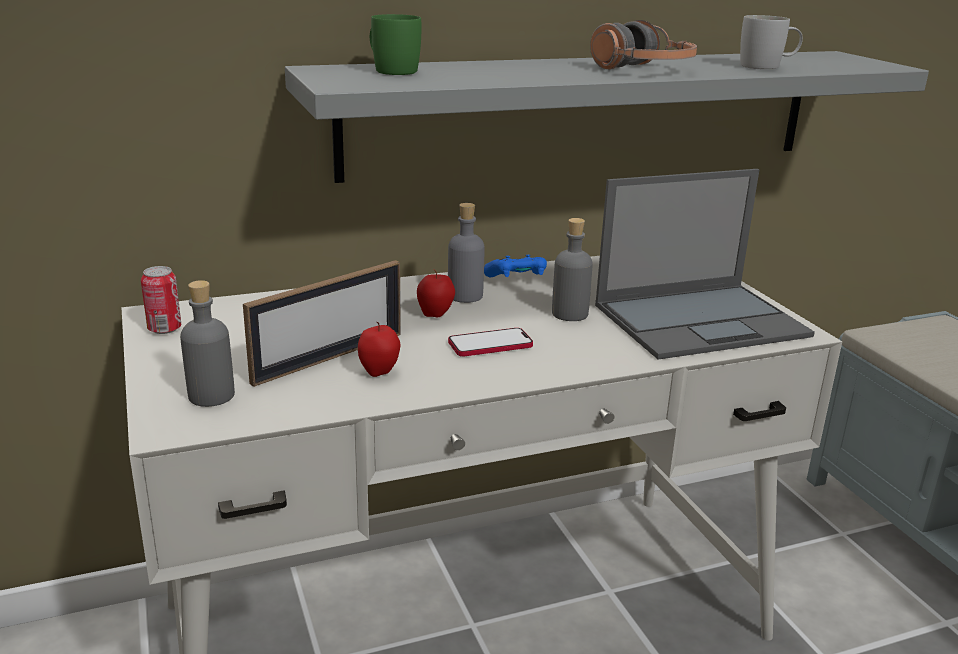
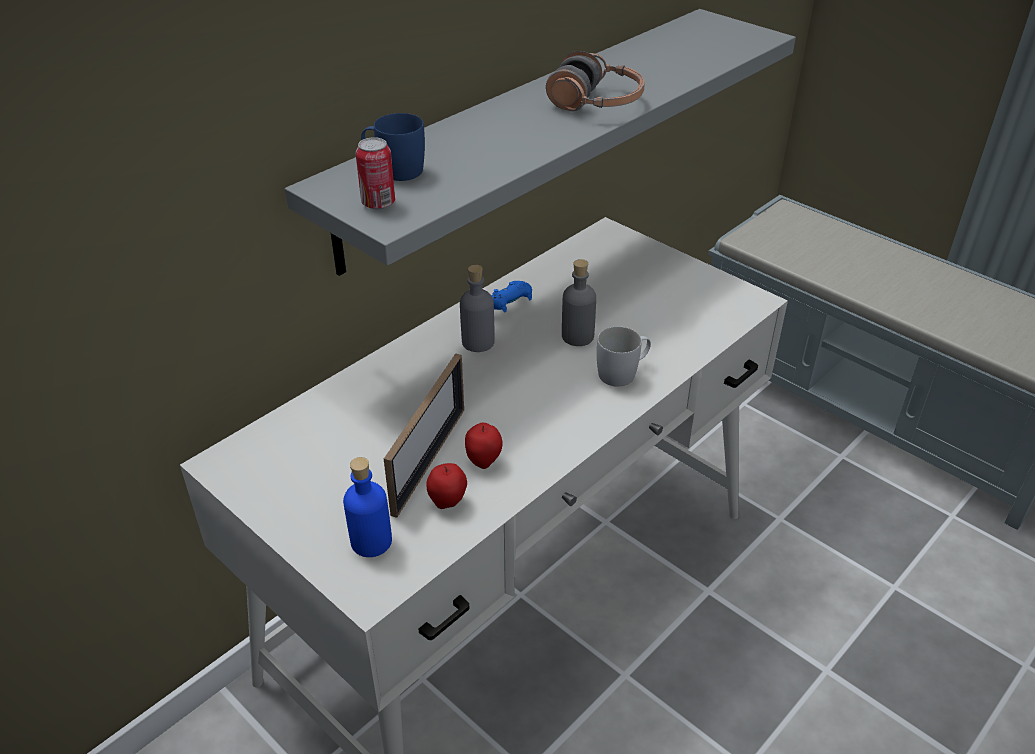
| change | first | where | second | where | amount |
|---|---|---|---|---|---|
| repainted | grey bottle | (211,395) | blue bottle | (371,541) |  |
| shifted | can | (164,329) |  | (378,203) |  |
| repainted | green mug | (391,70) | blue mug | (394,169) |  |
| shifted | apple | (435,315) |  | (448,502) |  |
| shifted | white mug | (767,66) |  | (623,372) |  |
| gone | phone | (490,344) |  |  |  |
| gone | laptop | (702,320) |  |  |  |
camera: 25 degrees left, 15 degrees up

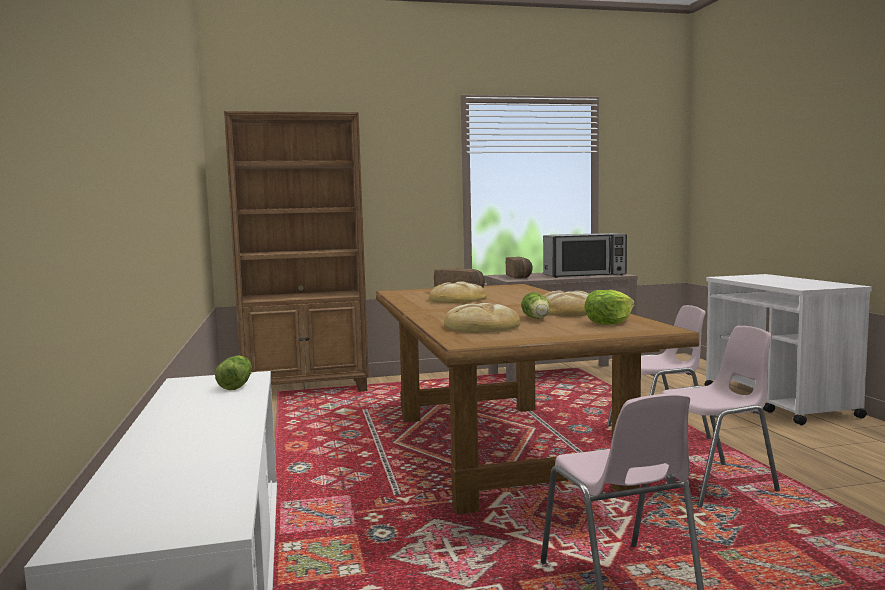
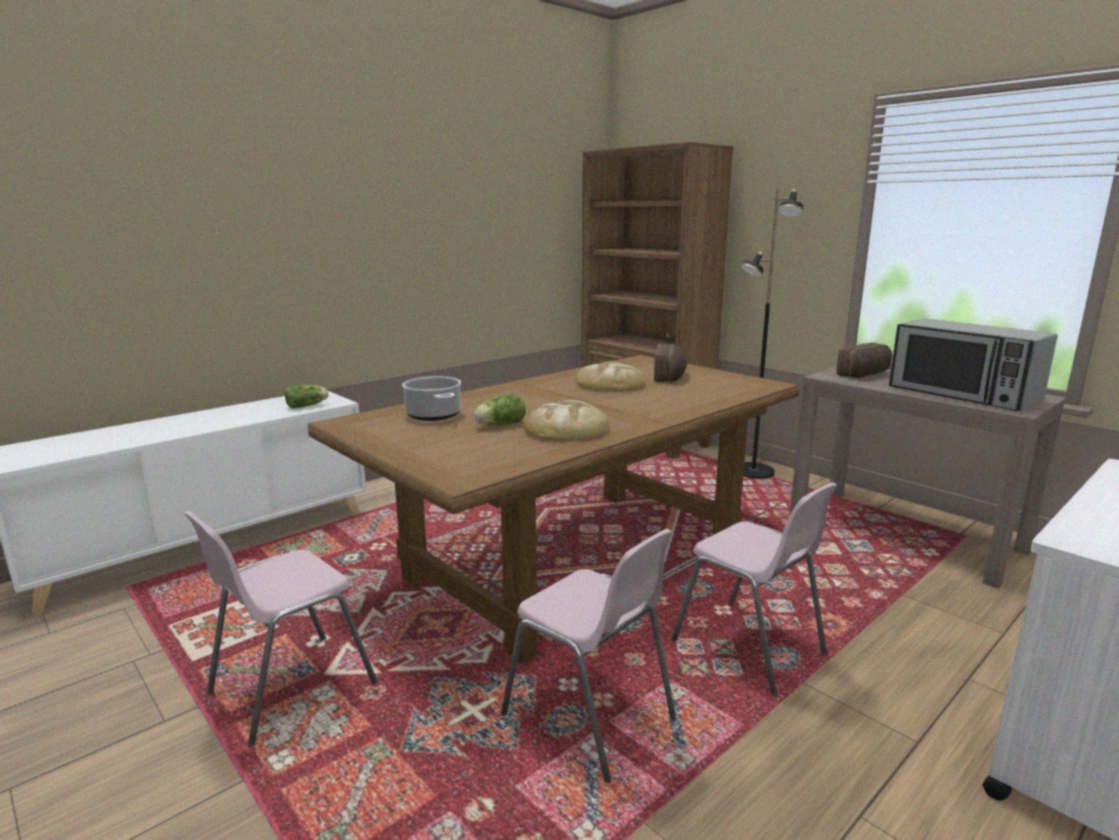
| change | first | where | second | where | amount |
|---|---|---|---|---|---|
| swapped | bread | (481,326) | cooking pot | (433,415) |  |
| new |  |  | black floor lamp | (753,472) |  |
| gone | lettuce | (609,322) |  |  |  |
camera: 60 degrees right, 10 degrees up

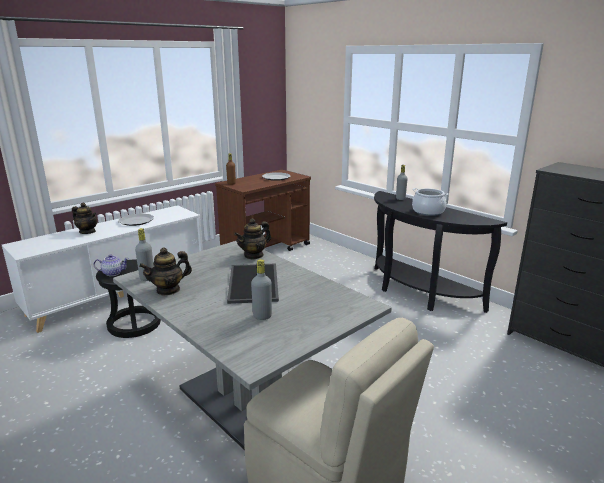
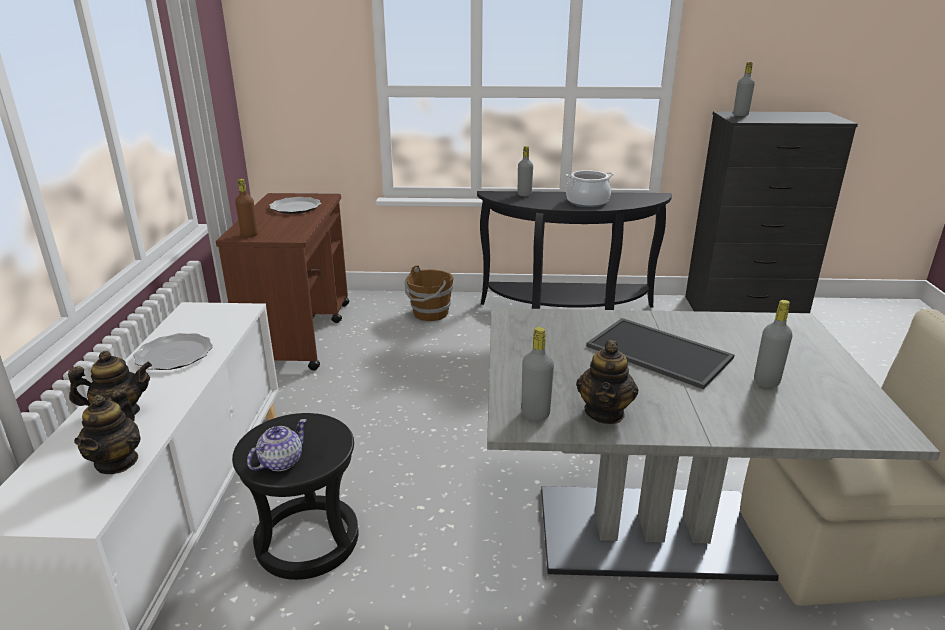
| change | first | where | second | where | amount |
|---|---|---|---|---|---|
| shifted | teapot | (254,255) |  | (117,461) |  |
| new |  |  | brown bucket | (430,313) |  |
| new |  |  | grey bottle | (740,115) |  |
camera: 45 degrees left, 5 degrees up

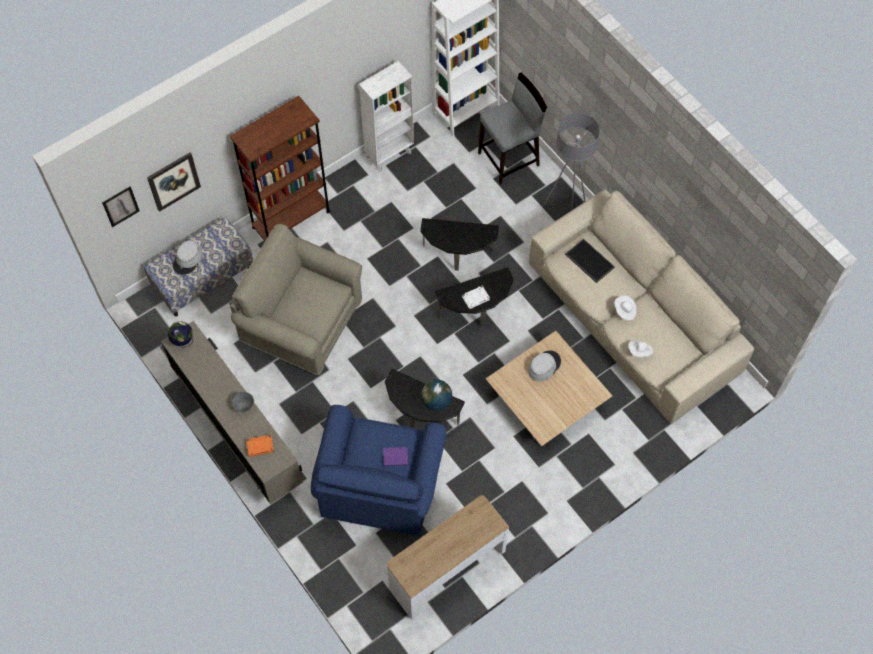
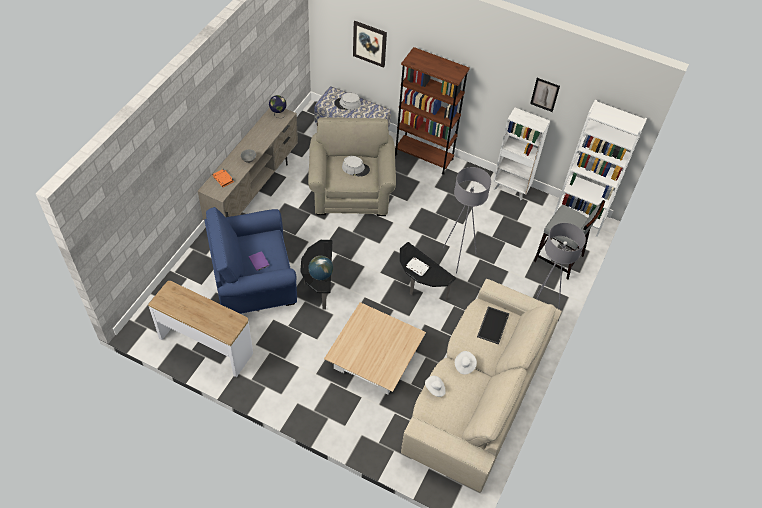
| change | first | where | second | where | amount |
|---|---|---|---|---|---|
| shifted | grey hat | (544,366) |  | (355,168) |  |
| swapped | side table | (458,255) | grey floor lamp | (458,258) |  |
| shifted | picture | (120,206) |  | (545,94) |  |
camera: 60 degrees right, 10 degrees down

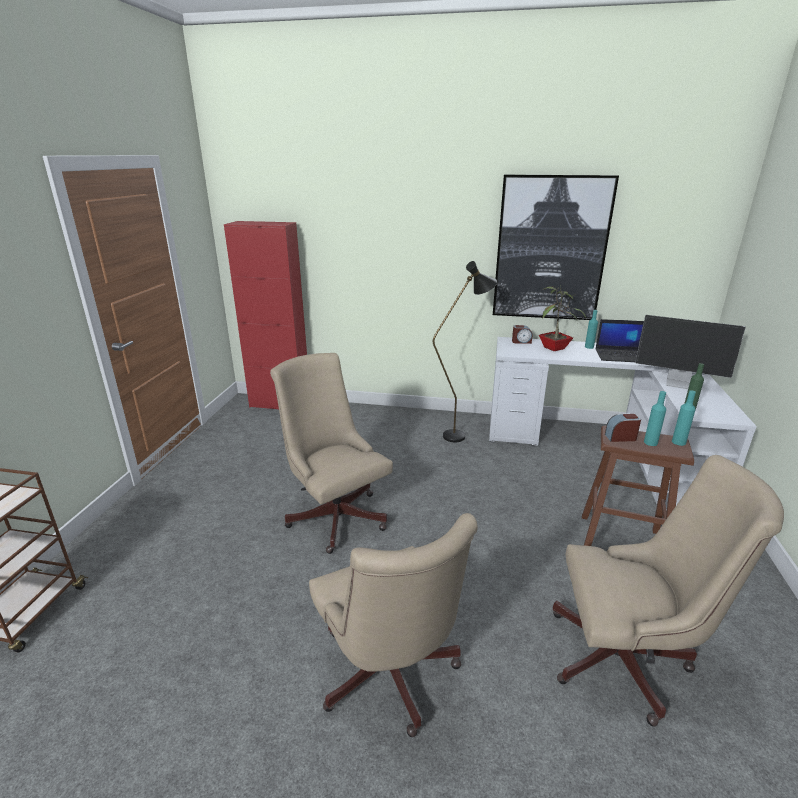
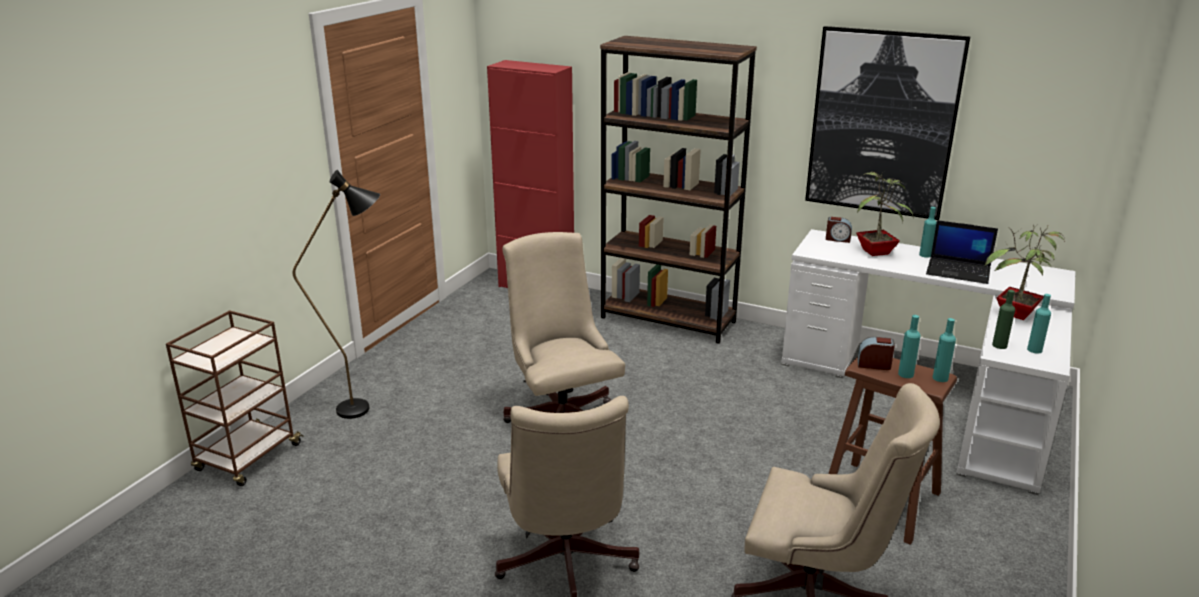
| change | first | where | second | where | amount |
|---|---|---|---|---|---|
| shifted | black floor lamp | (461,434) |  | (365,408) |  |
| new |  |  | brown bookcase | (668,319) |  |
| swapped | monitor | (678,383) | potted plant | (1015,314) |  |
| new |  |  | turquoise bottle | (1034,350) |  |
camera: 15 degrees right, 0 degrees up

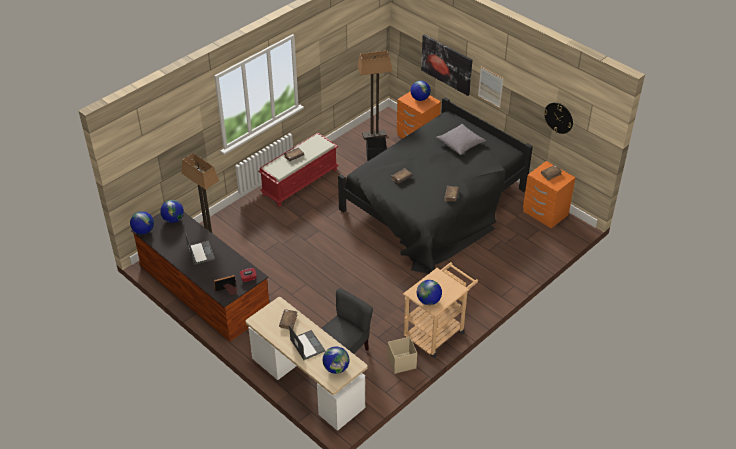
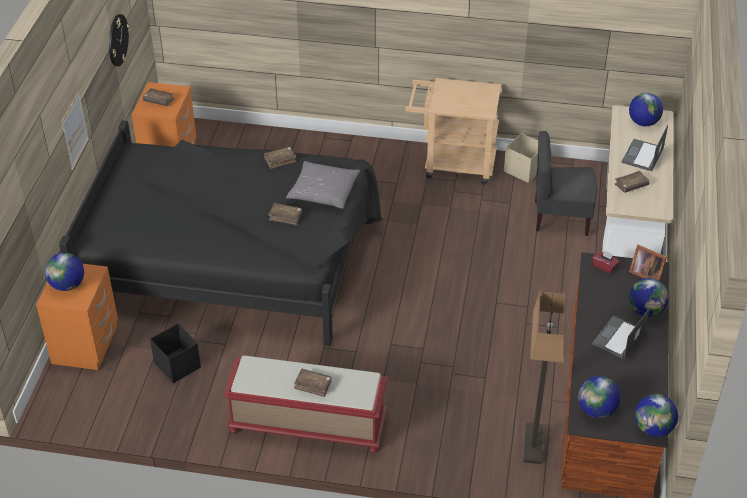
| change | first | where | second | where | amount |
|---|---|---|---|---|---|
| shifted | grey pillow | (460,144) |  | (323,192) |  |
| shifted | globe | (428,301) |  | (646,310) |  |
| gone | floor lamp | (374,135) |  |  |  |
| gone | picture | (446,64) |  |  |  |
camera: 125 degrees left, 0 degrees up

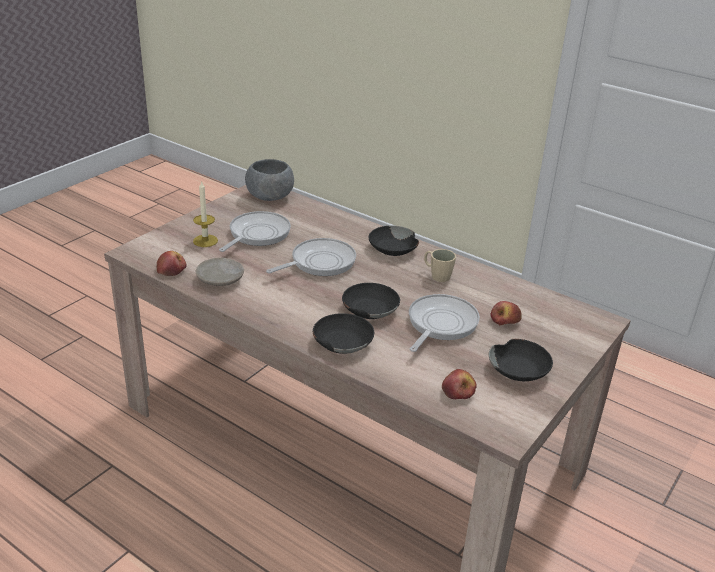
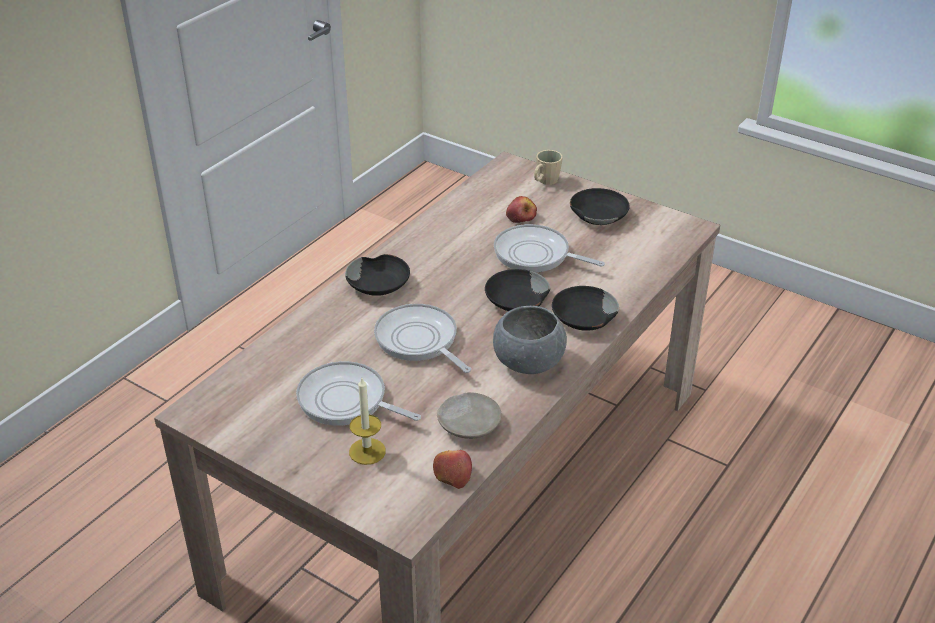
| change | first | where | second | where | amount |
|---|---|---|---|---|---|
| shifted | grey bowl | (270,196) |  | (528,361) |  |
| shifted | beige mug | (437,275) |  | (545,181) |  |
| gone | apple | (458,391) |  |  |  |
camera: 90 degrees left, 5 degrees up

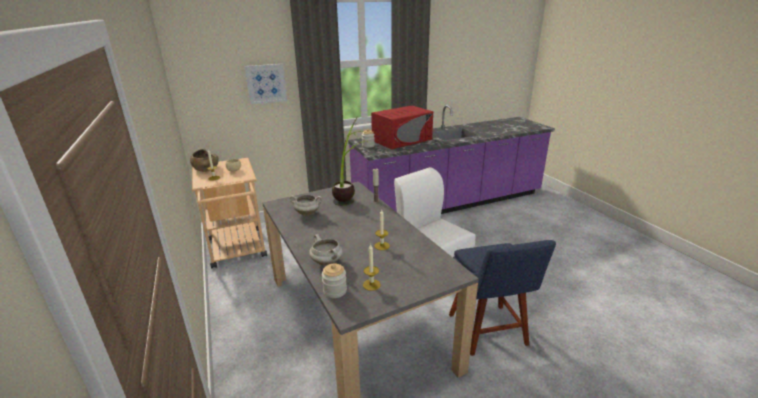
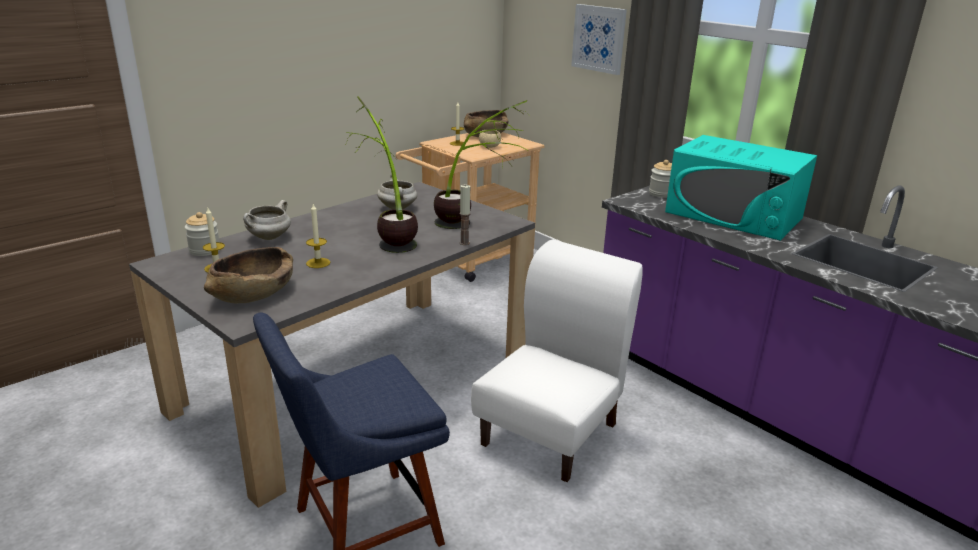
| change | first | where | second | where | amount |
|---|---|---|---|---|---|
| new |  |  | brown bowl | (253,293) |  |
| new |  |  | potted plant | (388,236) |  |
| repainted | red microwave | (402,140) | turquoise microwave | (734,215) |  |
camera: 70 degrees right, 0 degrees up

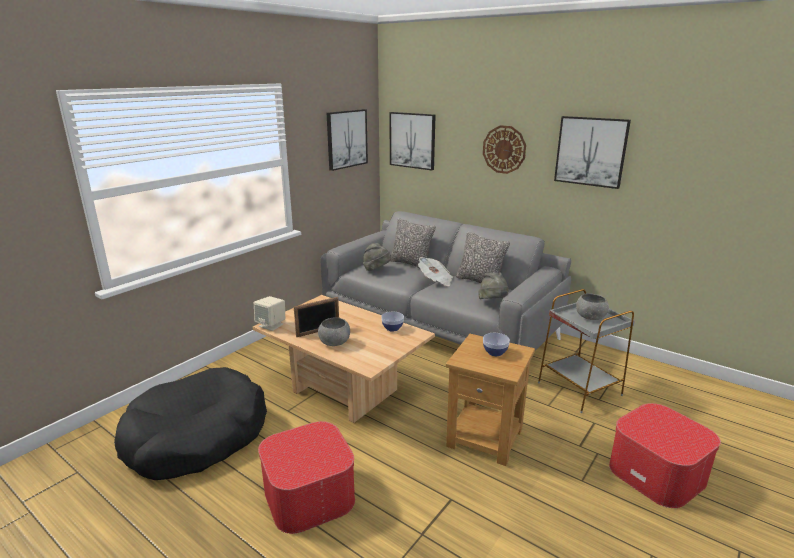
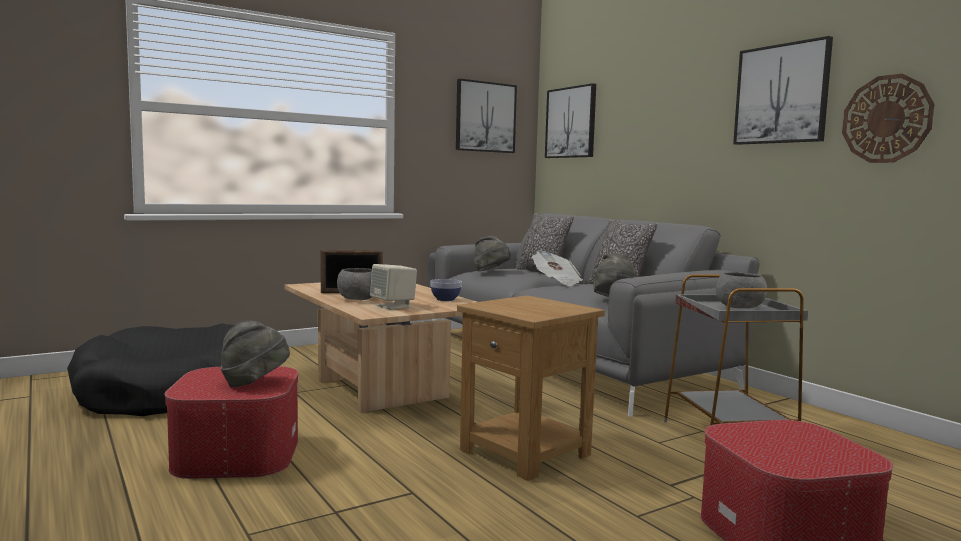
| change | first | where | second | where | amount |
|---|---|---|---|---|---|
| new |  |  | grey hat | (254,383) |  |
| shifted | beige speaker | (271,325) |  | (393,306) |  |
| shifted | wall clock | (504,149) |  | (886,119) |  |
| gone | bowl | (495,352) |  |  |  |
camera: 20 degrees right, 15 degrees down

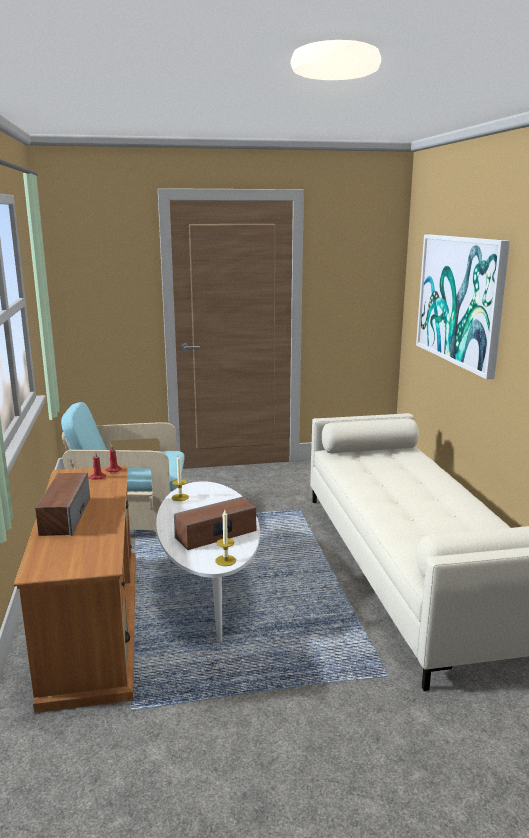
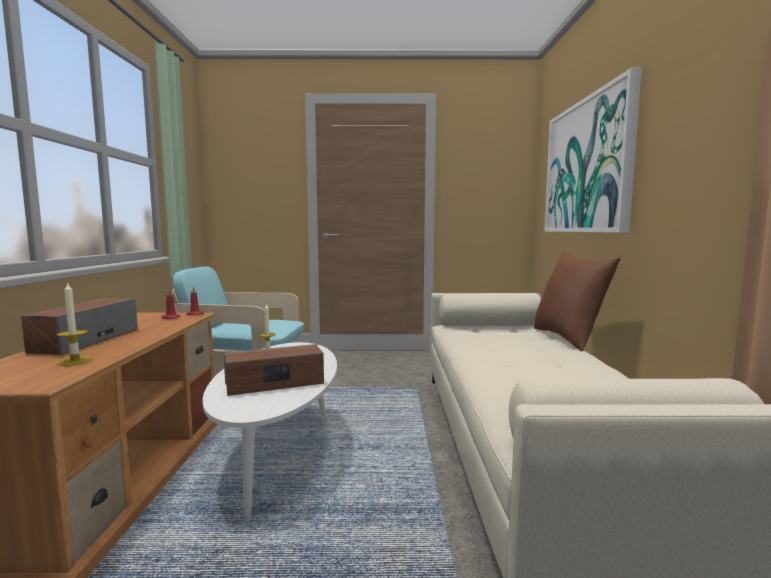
| change | first | where | second | where | amount |
|---|---|---|---|---|---|
| shifted | candle | (225,560) |  | (75,361) |  |
| new |  |  | brown pillow | (569,338) |  |
camera: 10 degrees right, 10 degrees down

